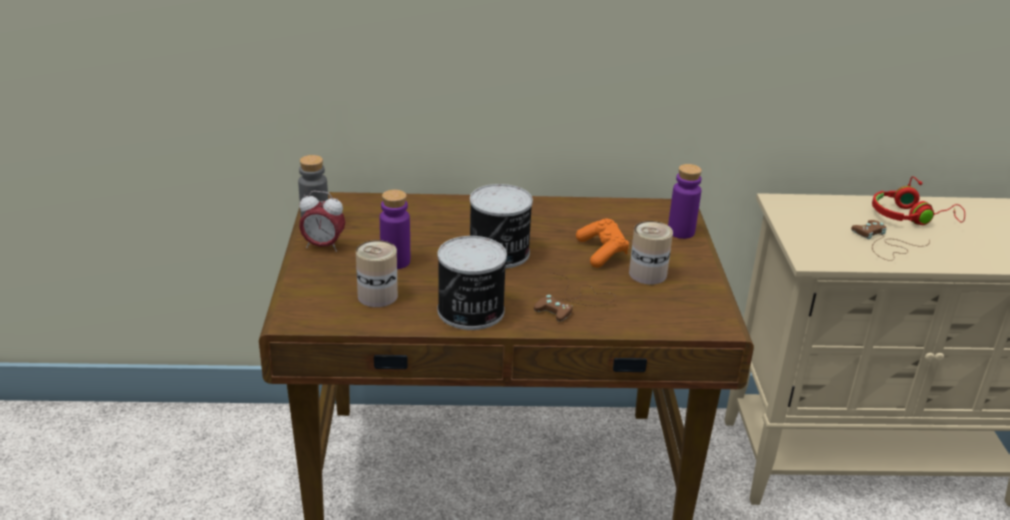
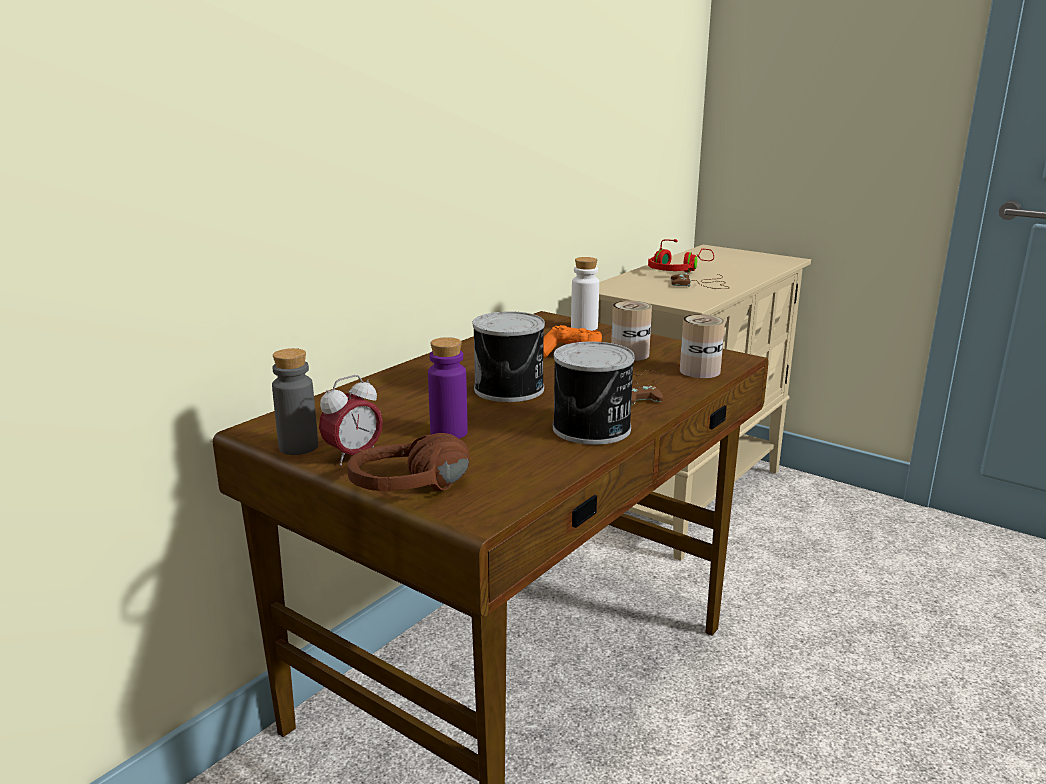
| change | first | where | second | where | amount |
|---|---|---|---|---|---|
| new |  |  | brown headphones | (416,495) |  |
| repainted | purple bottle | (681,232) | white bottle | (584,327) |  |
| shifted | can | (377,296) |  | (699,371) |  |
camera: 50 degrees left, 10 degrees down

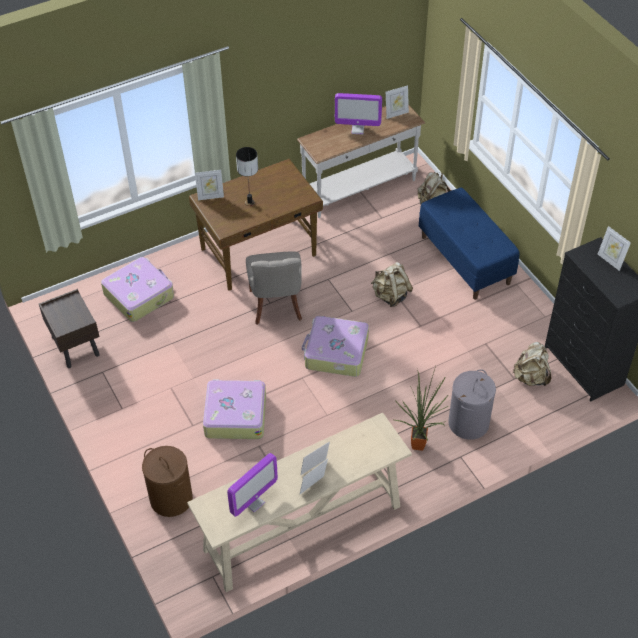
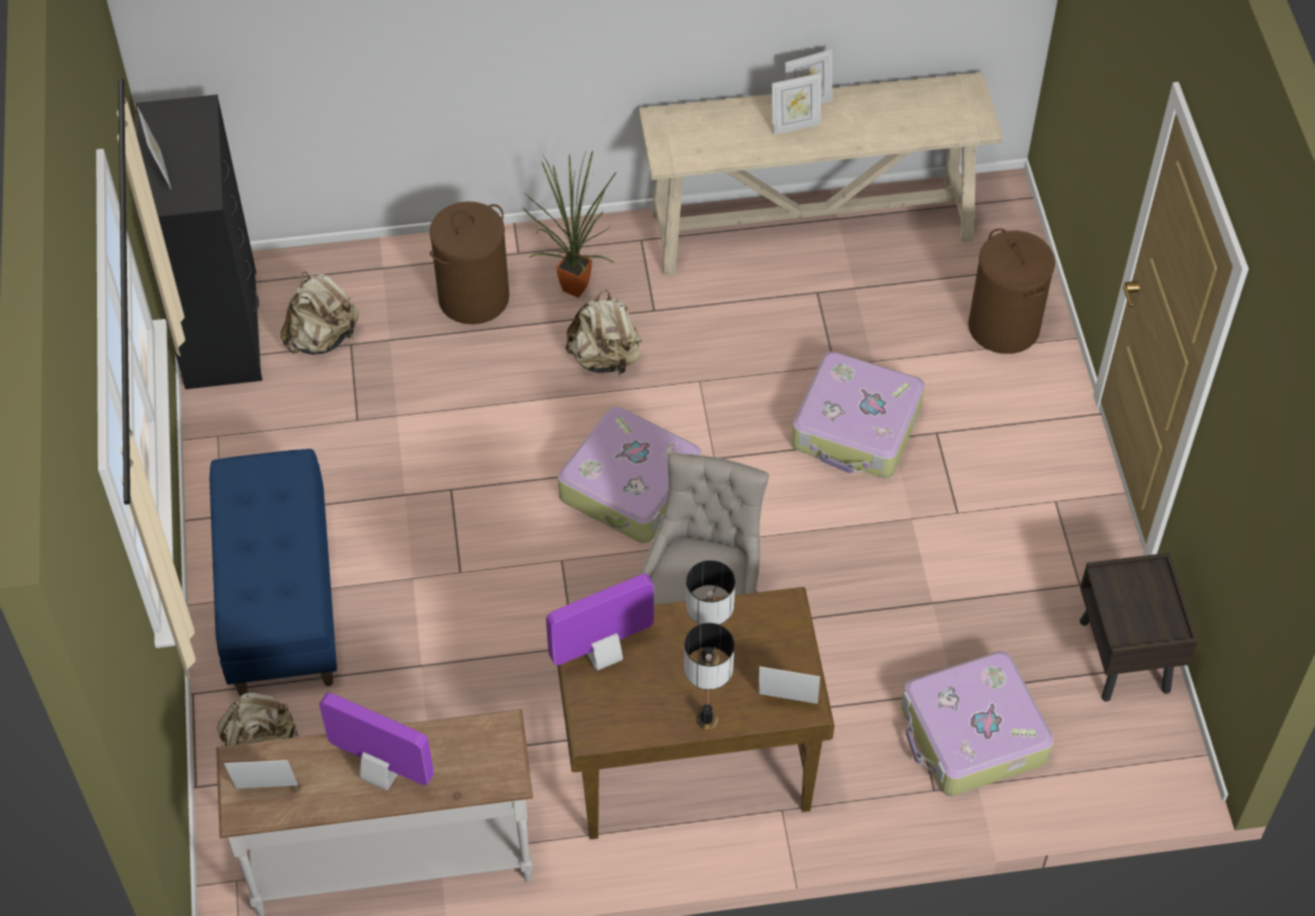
| change | first | where | second | where | amount |
|---|---|---|---|---|---|
| repainted | grey laundry basket | (468,423) | brown laundry basket | (474,297) |  |
| shifted | monitor | (253,502) |  | (603,655) |  |
| shifted | beige backpack | (390,296) |  | (605,358) |  |
| new |  |  | table lamp | (706,720) |  |
camera: 160 degrees left, 5 degrees up

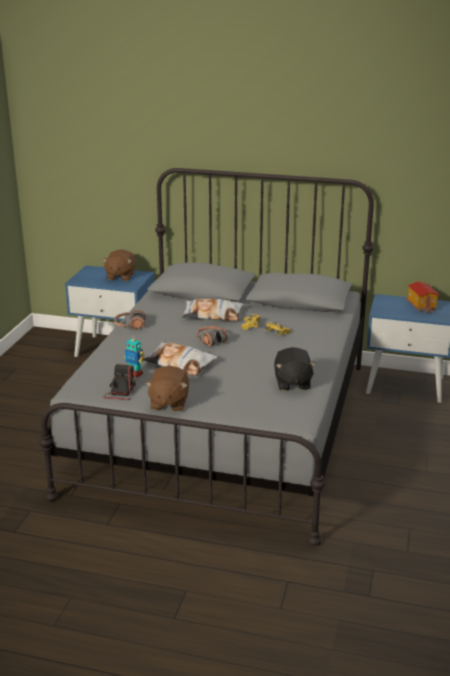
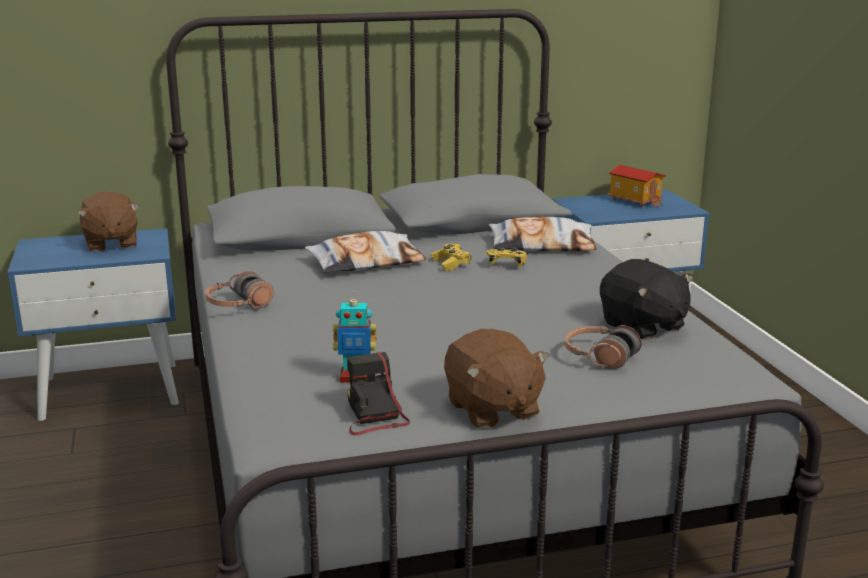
| change | first | where | second | where | amount |
|---|---|---|---|---|---|
| shifted | pillow | (180,363) |  | (542,245) |  |
| shifted | headphones | (212,340) |  | (600,357) |  |
camera: 30 degrees left, 5 degrees down

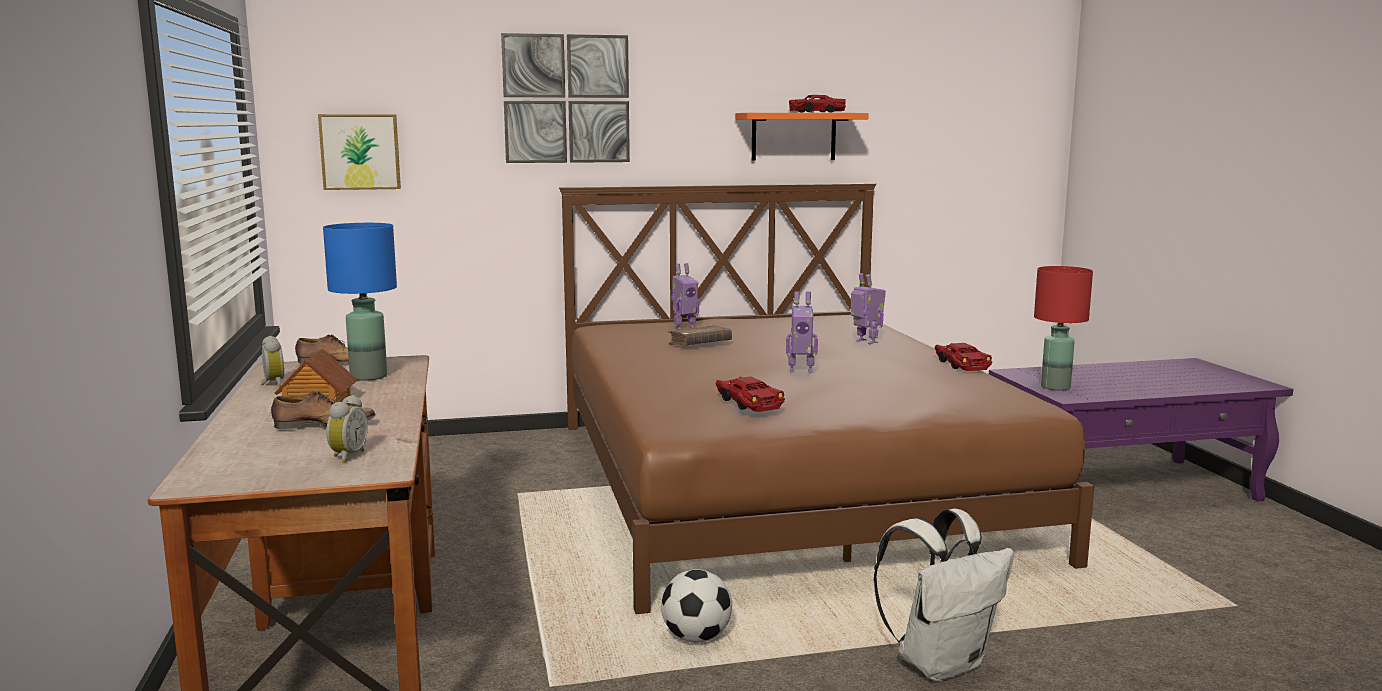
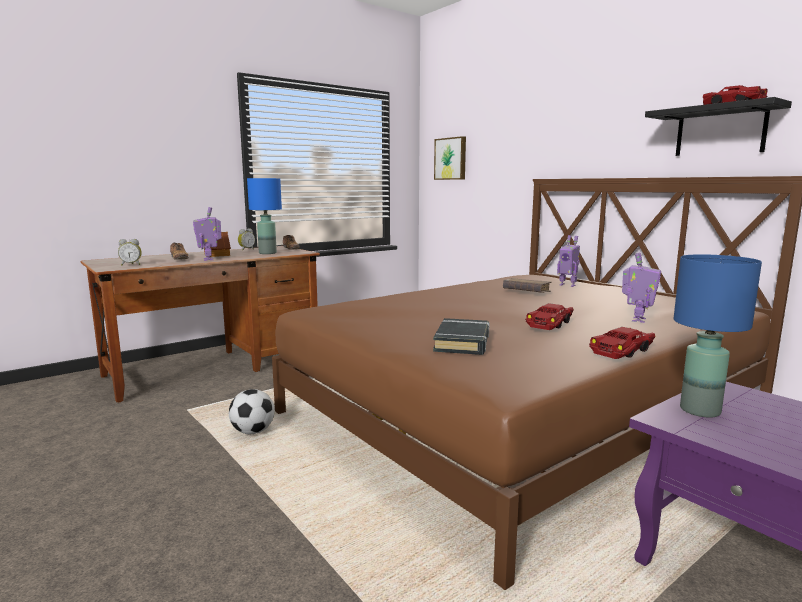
| change | first | where | second | where | amount |
|---|---|---|---|---|---|
| shifted | toy robot | (800,370) |  | (209,259) |  |
| new |  |  | black book | (462,342) |  |
| shifted | red toy car | (748,403) |  | (551,324) |  |
| repainted | orange shelf | (793,136) | black shelf | (720,131) |  |
| repainted | red table lamp | (1055,387) | blue table lamp | (699,410) |  |
| gone | picture | (566,99) |  |  |  |
| gone | white backpack | (940,663) |  |  |  |
camera: 65 degrees right, 0 degrees up

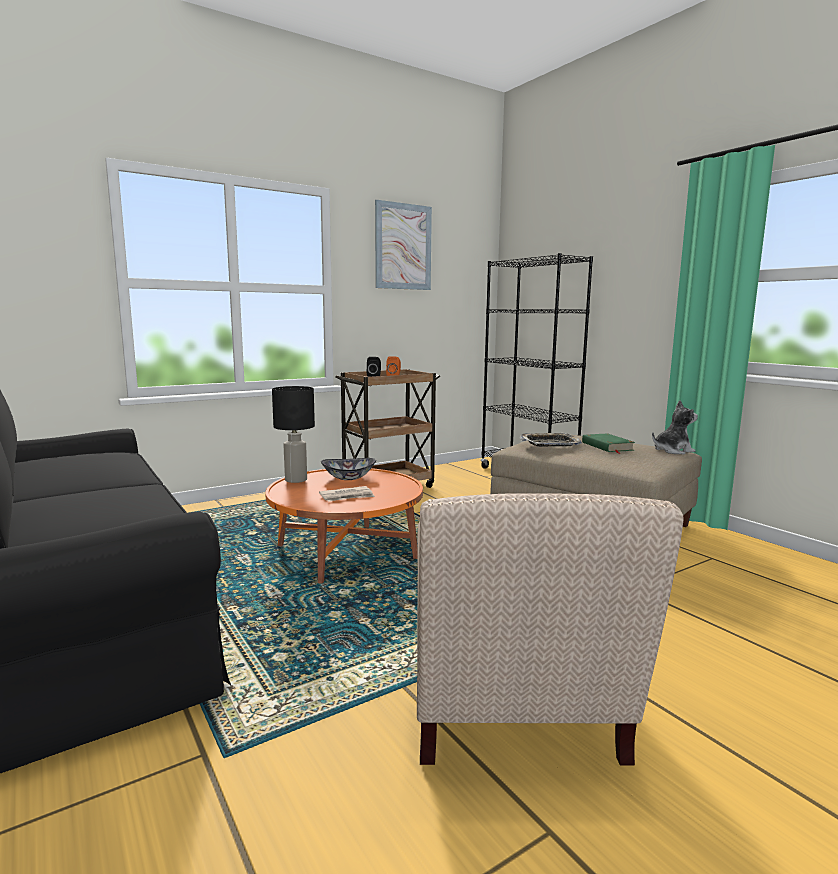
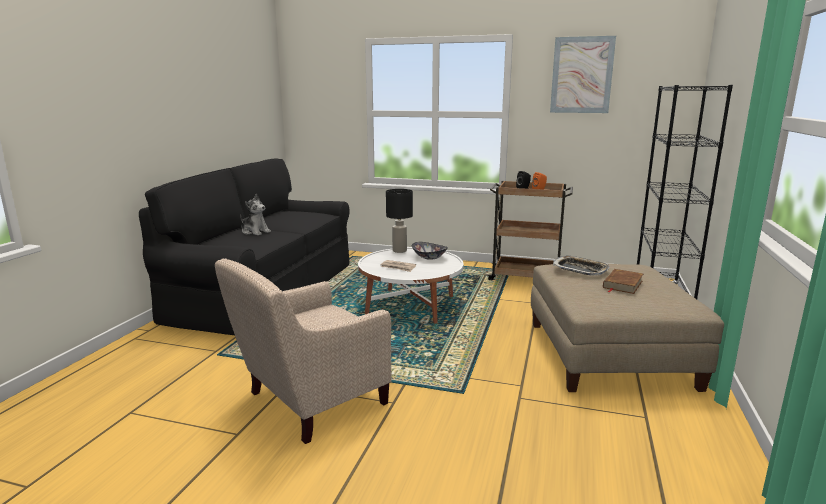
| change | first | where | second | where | amount |
|---|---|---|---|---|---|
| shifted | plush toy | (672,451) |  | (255,232) |  |
| repainted | orange coffee table | (346,552) | white coffee table | (410,306) |  |
| repainted | green book | (607,446) | brown book | (622,284) |  |
camera: 50 degrees right, 5 degrees up

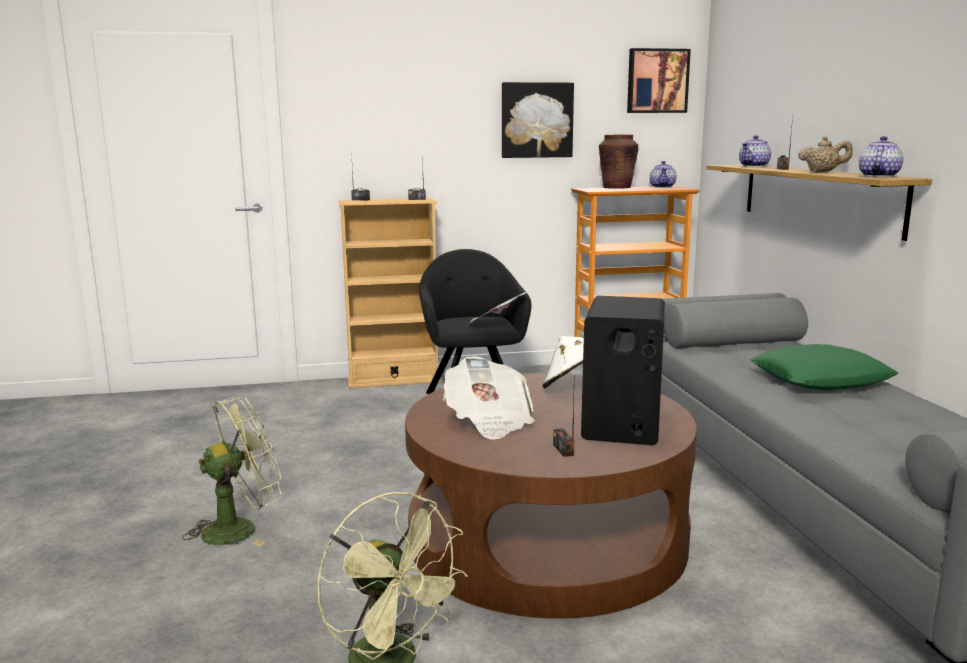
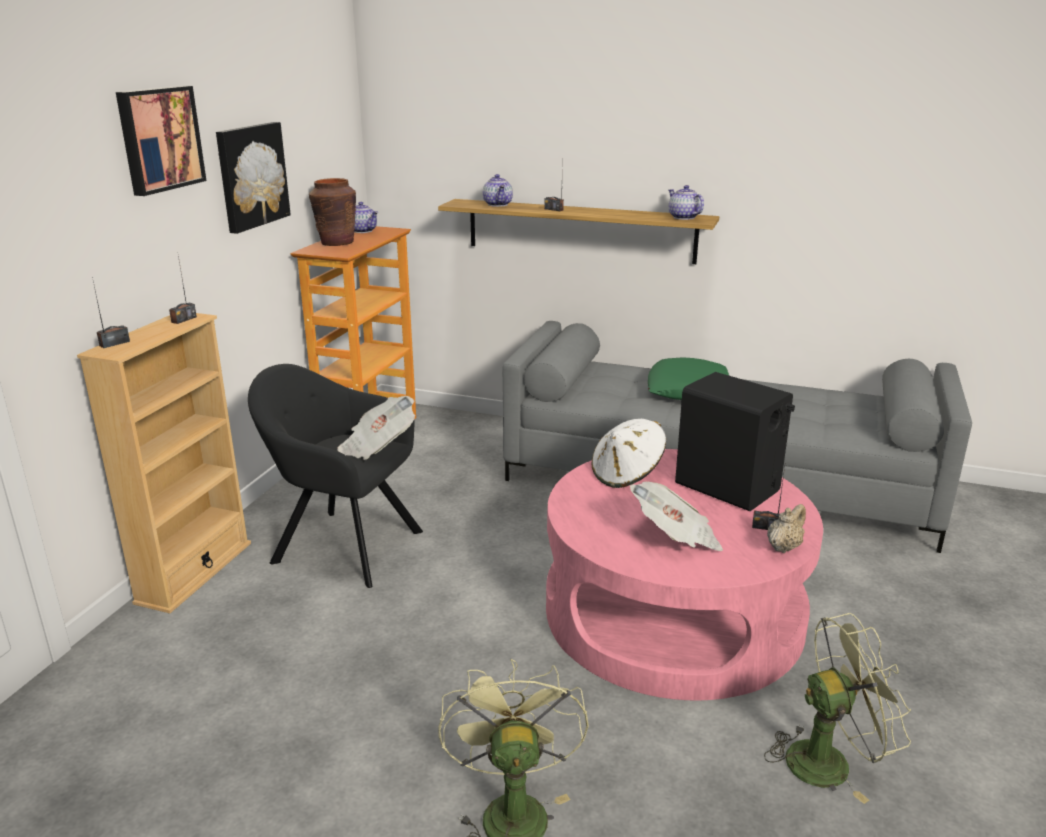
| change | first | where | second | where | amount |
|---|---|---|---|---|---|
| shifted | picture | (657,81) |  | (159,139) |  |
| repainted | brown coffee table | (547,535) | pink coffee table | (673,610) |  |
| shifted | beige teapot | (823,172) |  | (784,547) |  |
camera: 60 degrees left, 10 degrees up

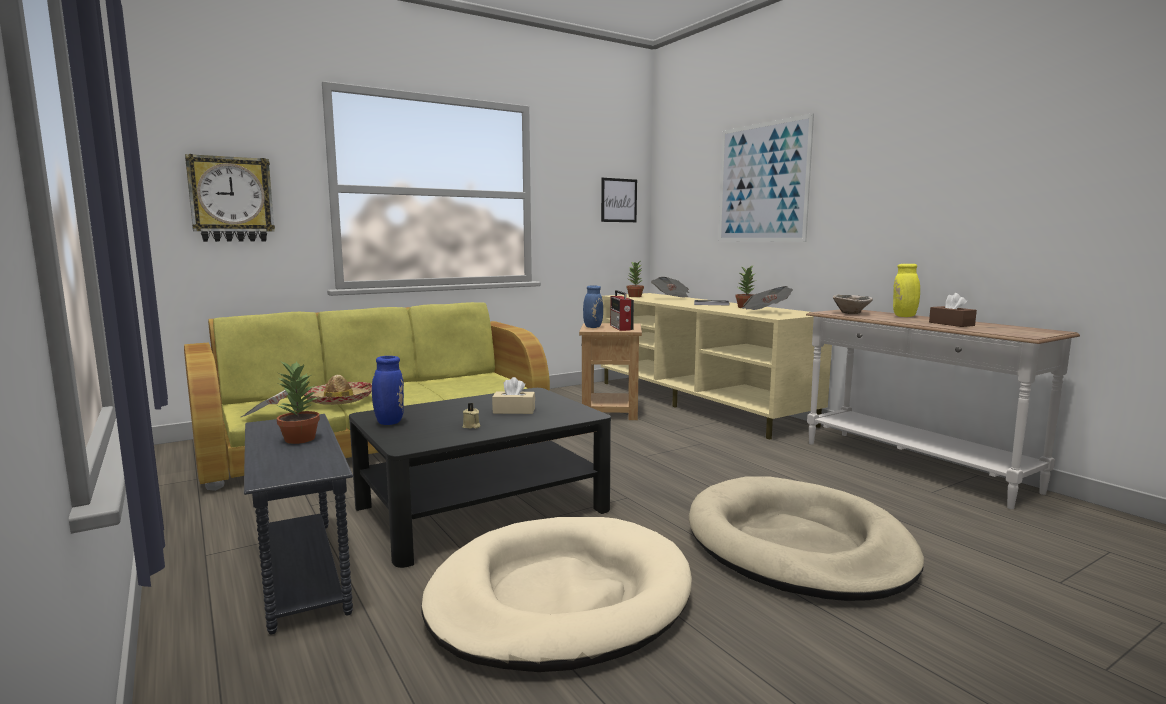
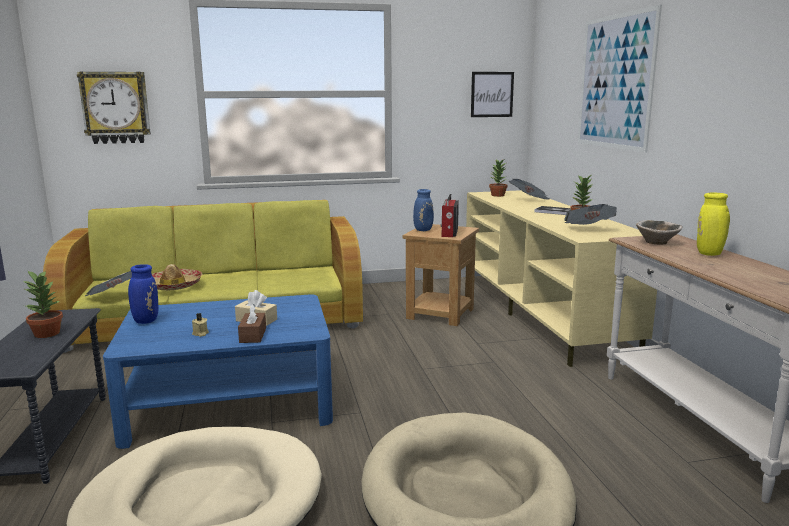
| change | first | where | second | where | amount |
|---|---|---|---|---|---|
| repainted | black coffee table | (482,508) | blue coffee table | (230,402) |  |
| shifted | brown tissue box | (951,324) |  | (253,335) |  |
camera: 20 degrees right, 5 degrees up

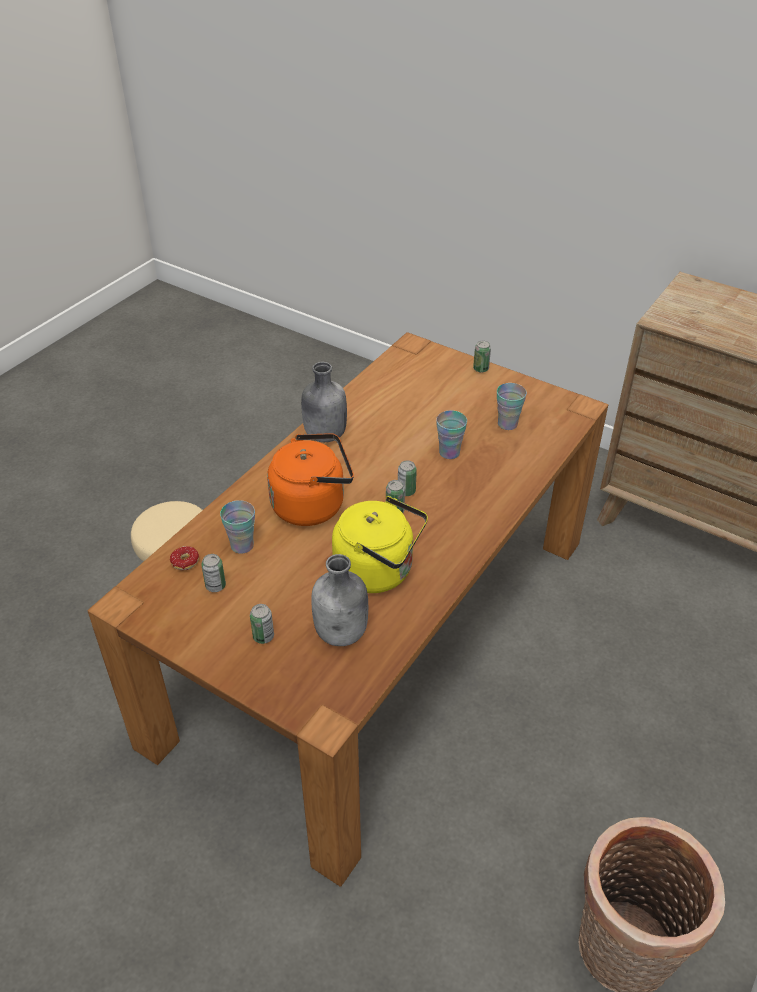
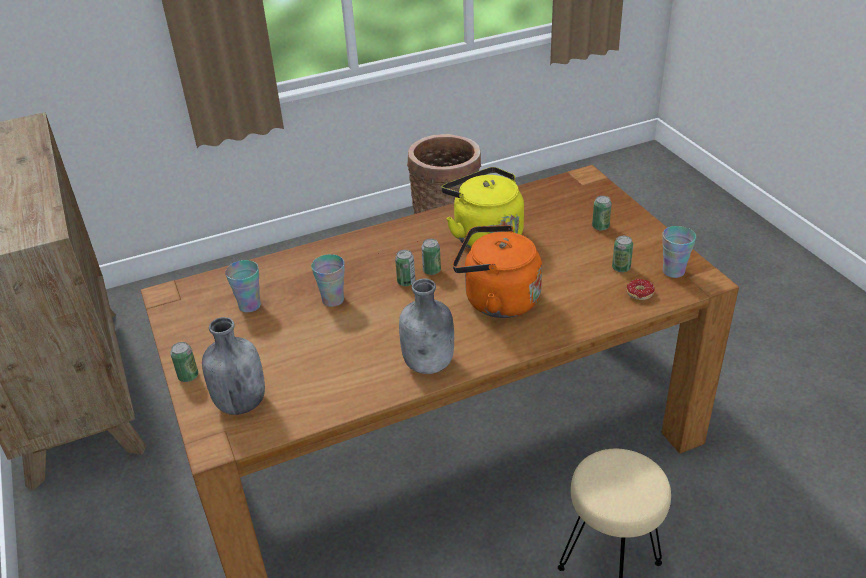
| change | first | where | second | where | amount |
|---|---|---|---|---|---|
| shifted | grey bottle | (342,633) |  | (240,402) |  |
| shifted | cup | (242,545) |  | (673,271) |  |
camera: 145 degrees left, 5 degrees down

